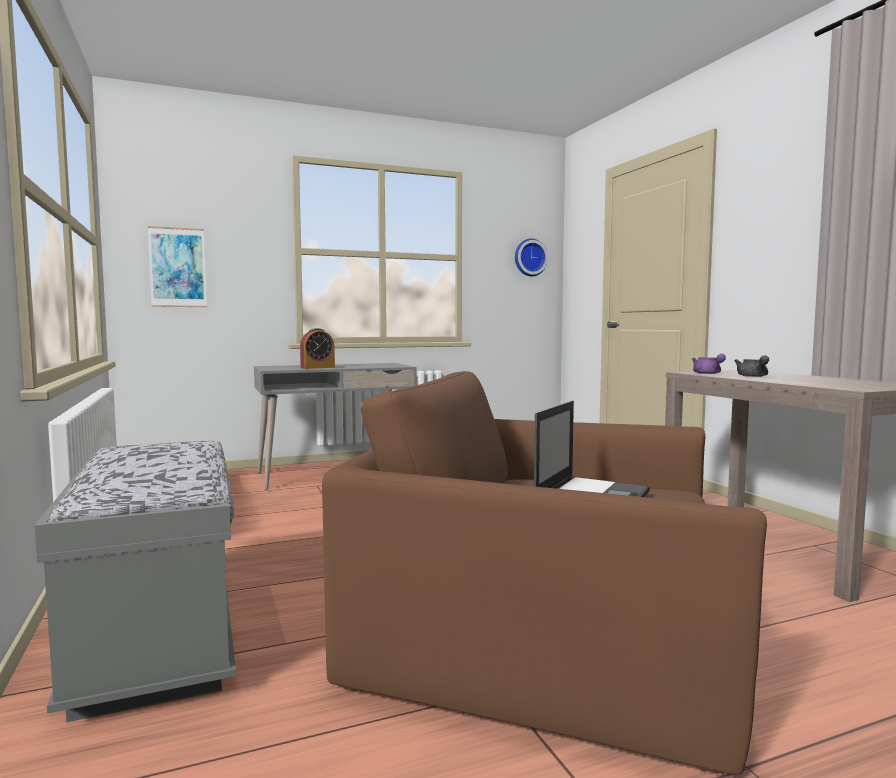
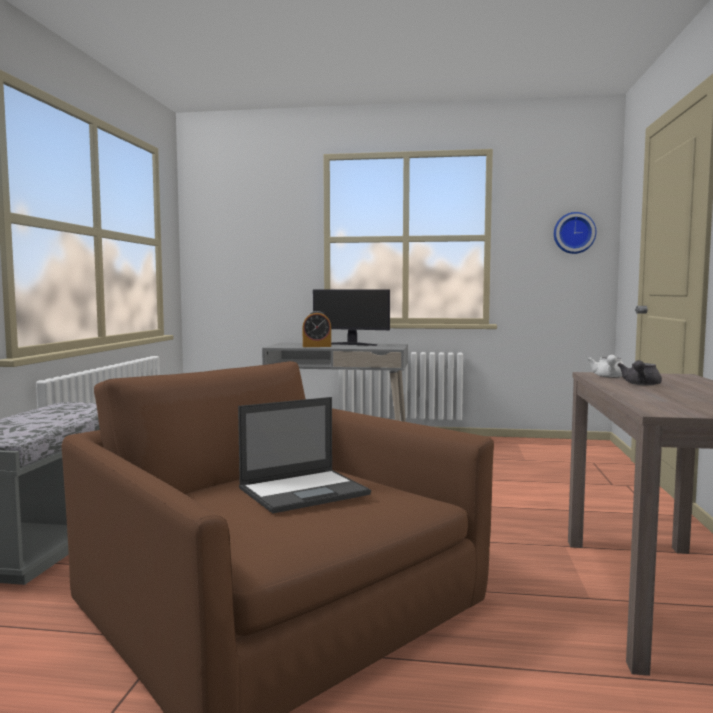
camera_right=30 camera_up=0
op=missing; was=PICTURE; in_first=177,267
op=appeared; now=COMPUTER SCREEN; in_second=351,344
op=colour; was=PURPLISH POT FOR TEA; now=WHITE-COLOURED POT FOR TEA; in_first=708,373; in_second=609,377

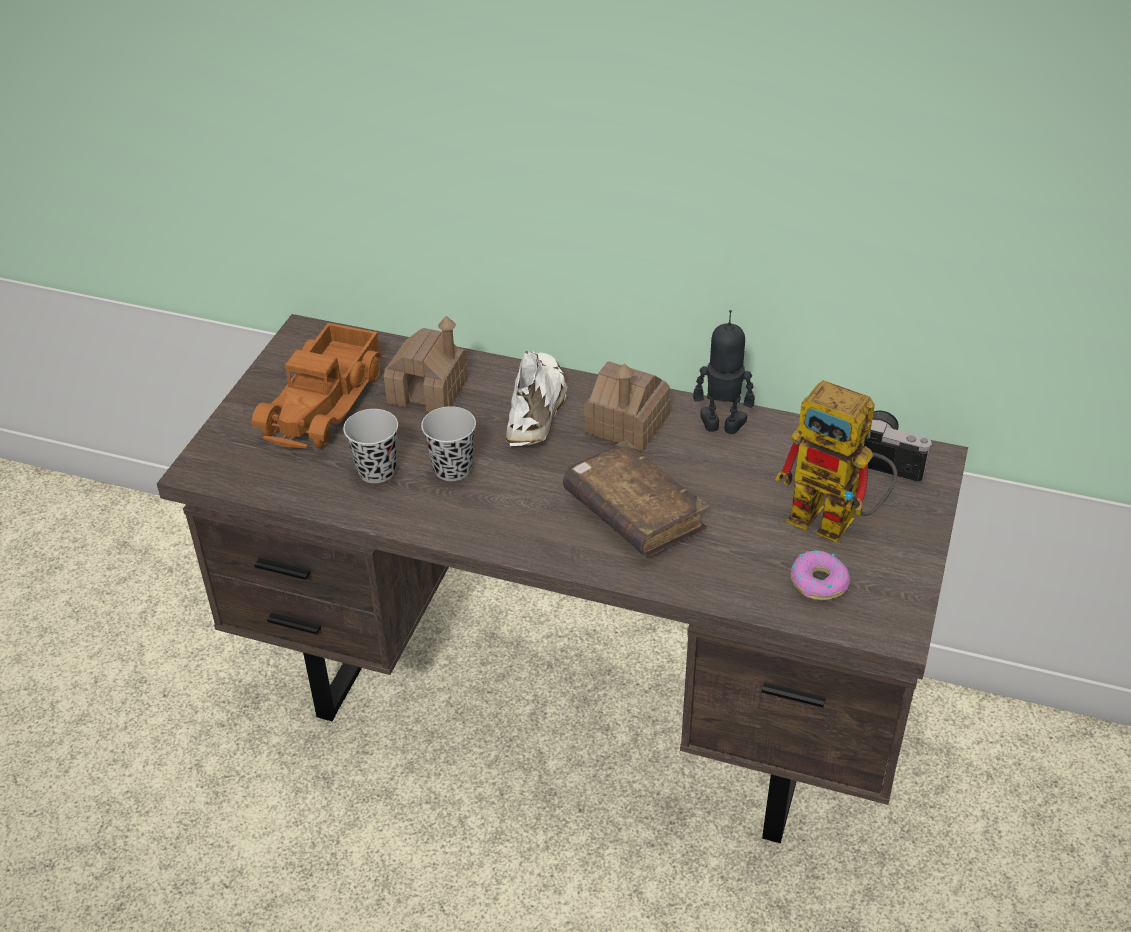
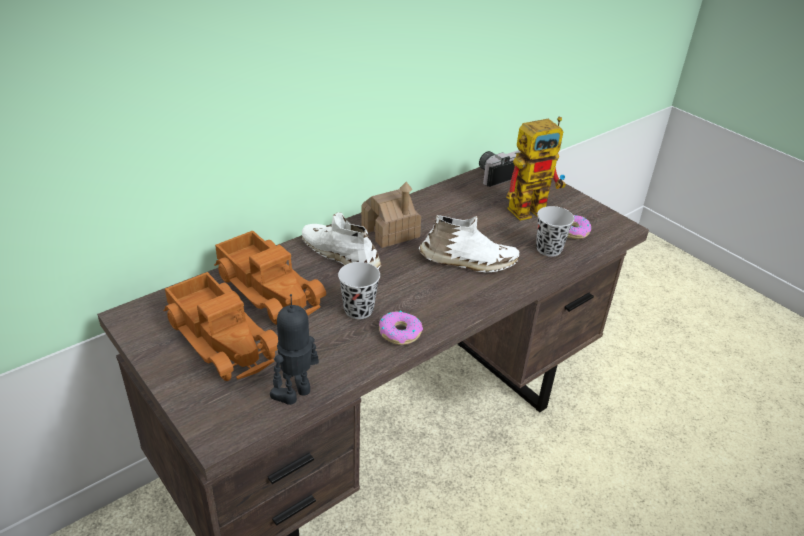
camera_right=-60 camera_up=-5
op=appeared; now=DOUGHNUT; in_second=400,333
op=relocated; was=BLACKISH CUP; in_first=377,471; in_second=548,249
op=relocated; was=ROBOT FIGURE; in_first=721,427; in_second=296,394
op=exchanged; was=MODEL HOUSE; now=MODEL TRUCK; in_first=428,391; in_second=270,288
op=exchanged; was=BROWNISH BOOK; now=WHITE-COLOURED SHOE; in_first=634,513; in_second=468,261

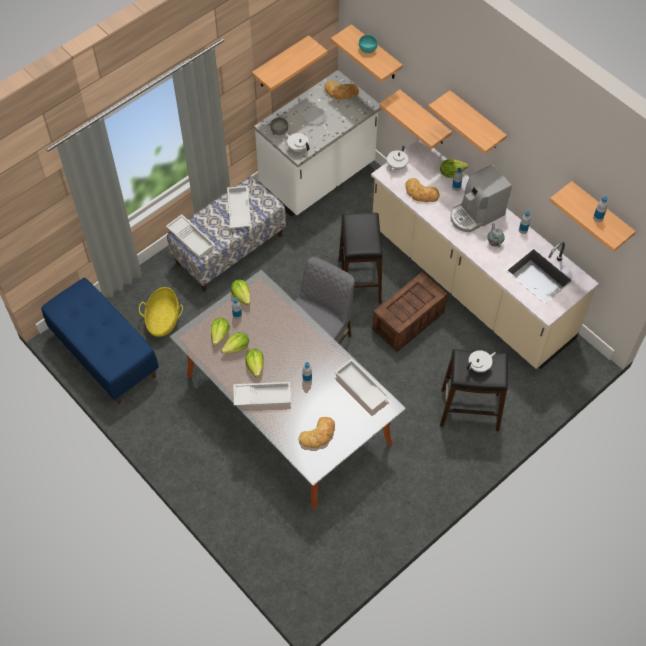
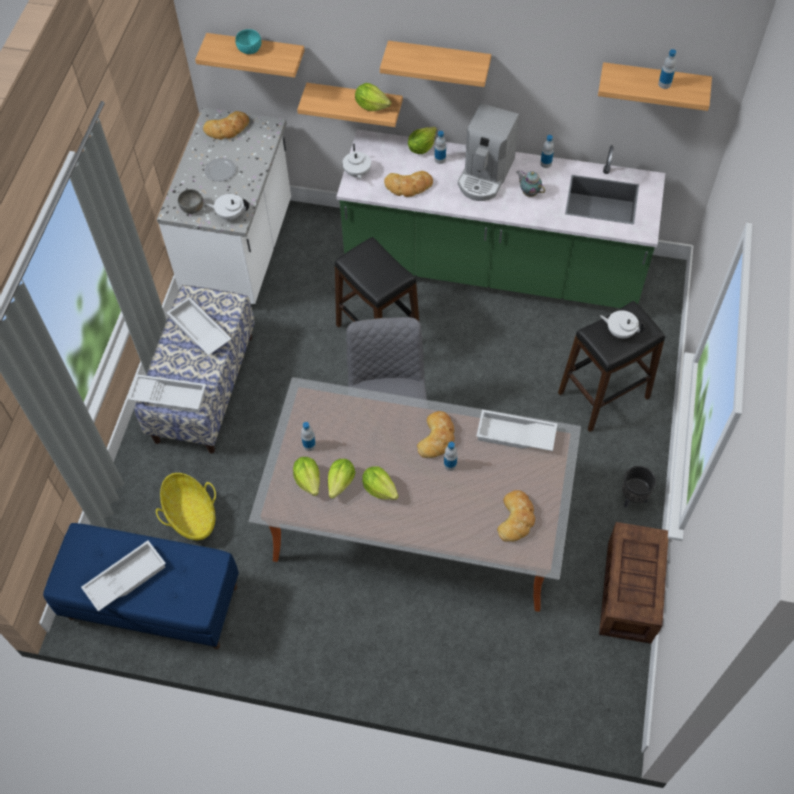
camera_right=-35 camera_up=0
op=missing; was=SHELF; in_first=280,63
op=appeared; now=BAKED BREAD; in_second=437,437
op=appeared; now=BLACKISH PLANTER; in_second=632,498
op=relocated; was=LETTUCE; in_first=241,296; in_second=371,105
op=relocated; was=WHITE-COLOURED CARRYING TRAY; in_first=263,396; in_second=126,577
op=relocated; was=SHIPPING CRATE; in_first=409,320; in_second=629,590
op=colour; was=SAND-COLOURED KITCHEN BASE UNIT; now=GREENISH KITCHEN BASE UNIT; in_first=470,284; in_second=493,268
op=spun; was=WHITE-COLOURED POT FOR TEA; in_first=479,366; in_second=620,331; clockwise=-90

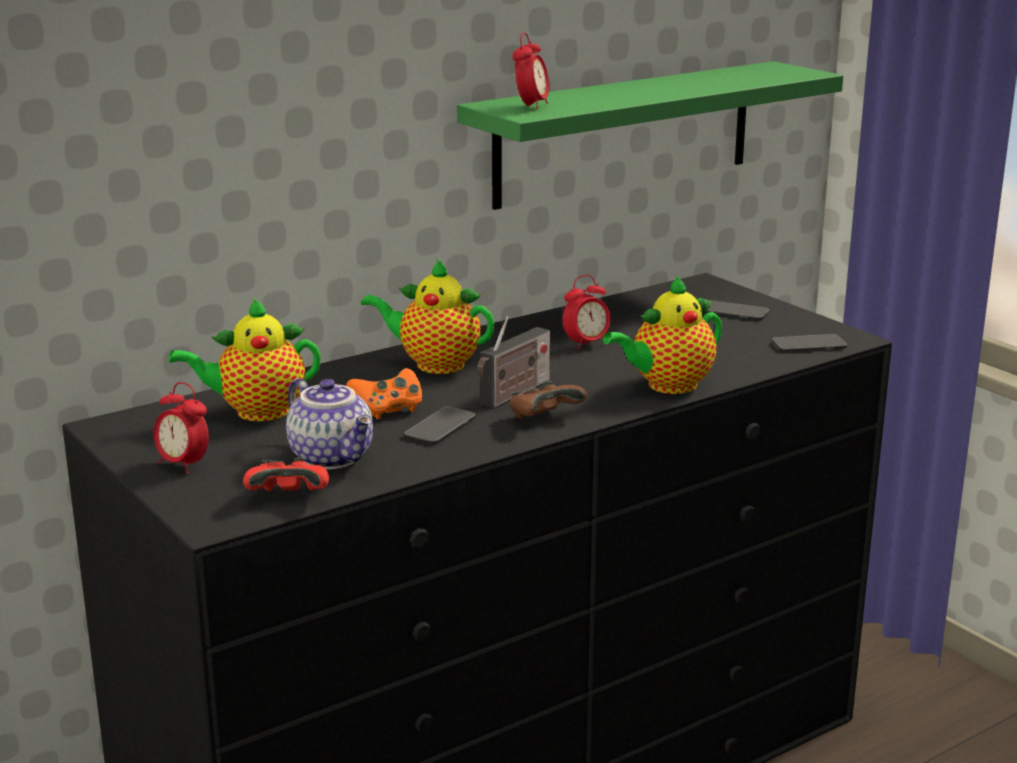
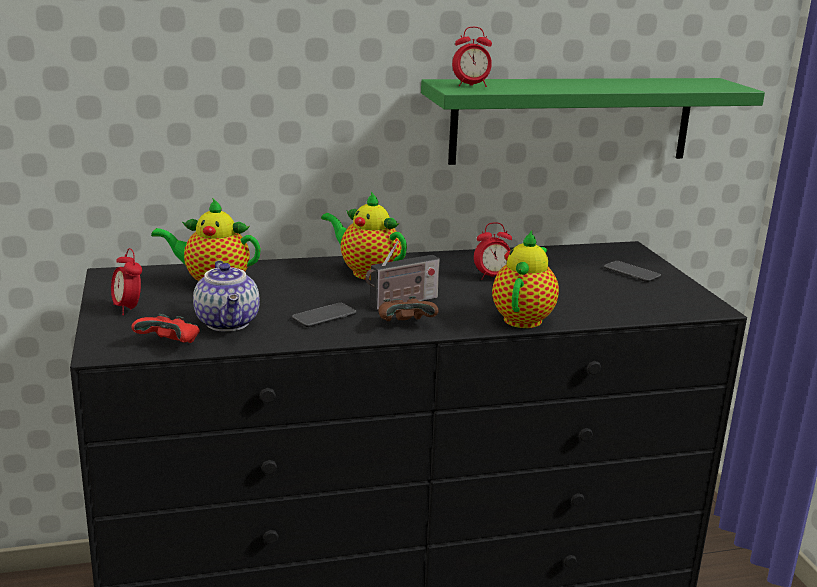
camera_right=20 camera_up=0
op=missing; was=ORANGE-COLOURED GAME CONTROLLER; in_first=388,409
op=missing; was=TELEPHONE; in_first=809,345
op=spun; was=BEDSIDE CLOCK; in_first=531,107; in_second=471,86; clockwise=45
op=spun; was=POT FOR TEA; in_first=667,386; in_second=524,318; clockwise=120

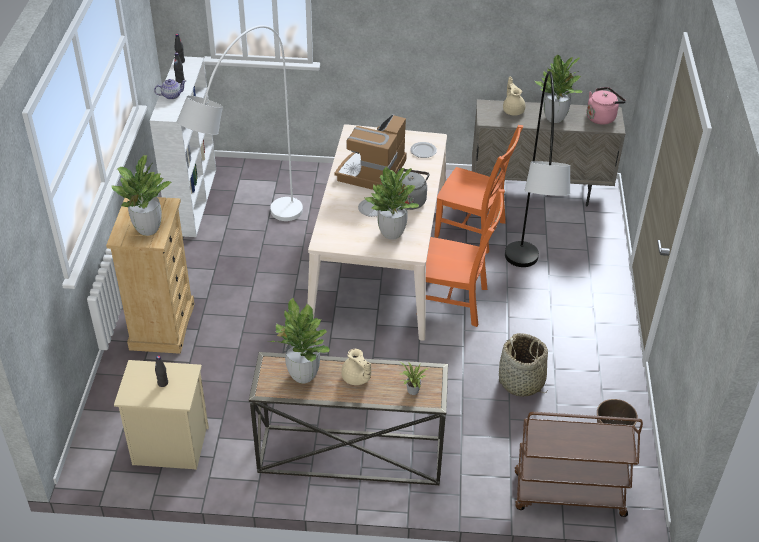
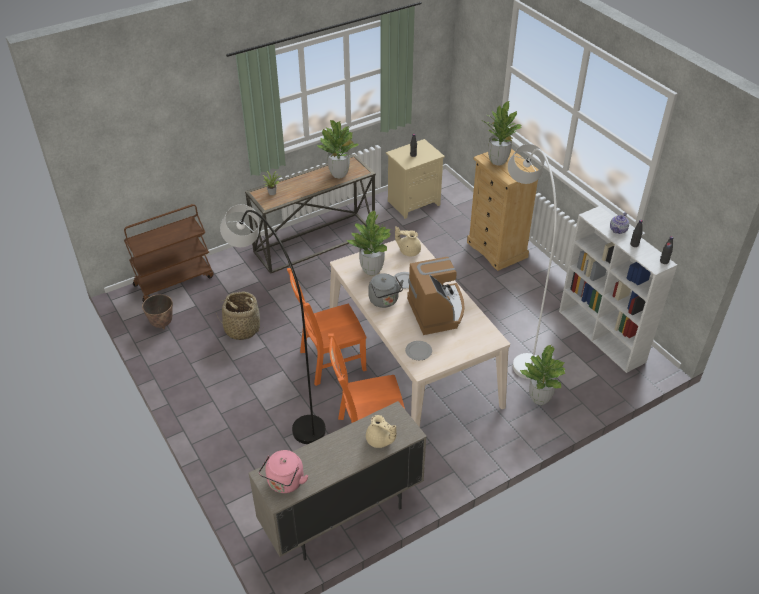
camera_right=145 camera_up=0
op=relocated; was=SAND-COLOURED POT FOR TEA; in_first=356,378; in_second=409,251
op=relocated; was=HOUSEPLANT; in_first=554,118; in_second=539,399

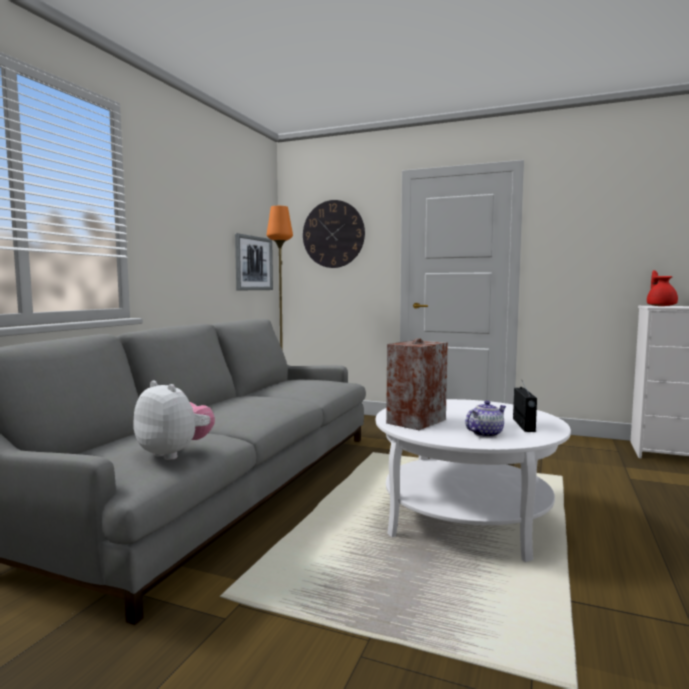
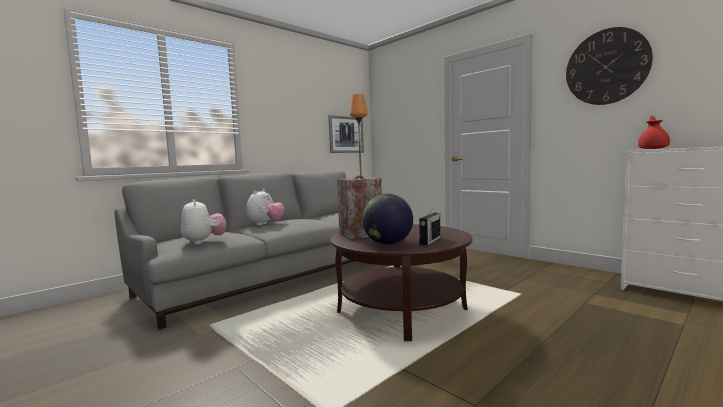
camera_right=25 camera_up=0
op=appeared; now=SOFT TOY; in_second=266,224
op=relocated; was=HANGING CLOCK; in_first=333,234; in_second=606,67
op=exchanged; was=POT FOR TEA; now=GLOBE; in_first=485,434; in_second=387,243
op=colour; was=WHITE-COLOURED COFFEE TABLE; now=BROWNISH COFFEE TABLE; in_first=466,519; in_second=401,310

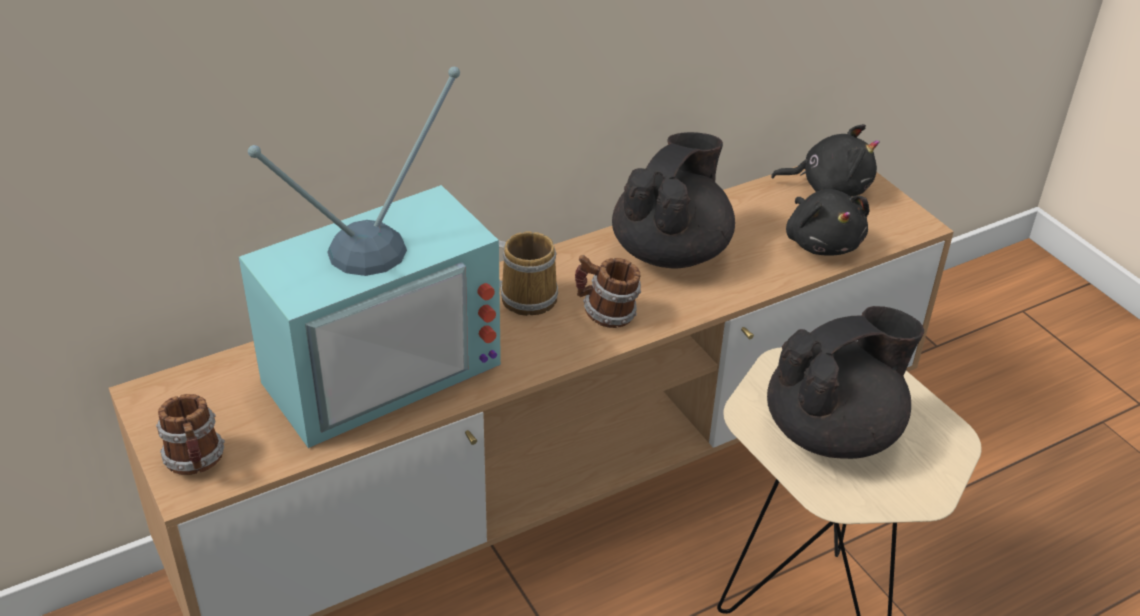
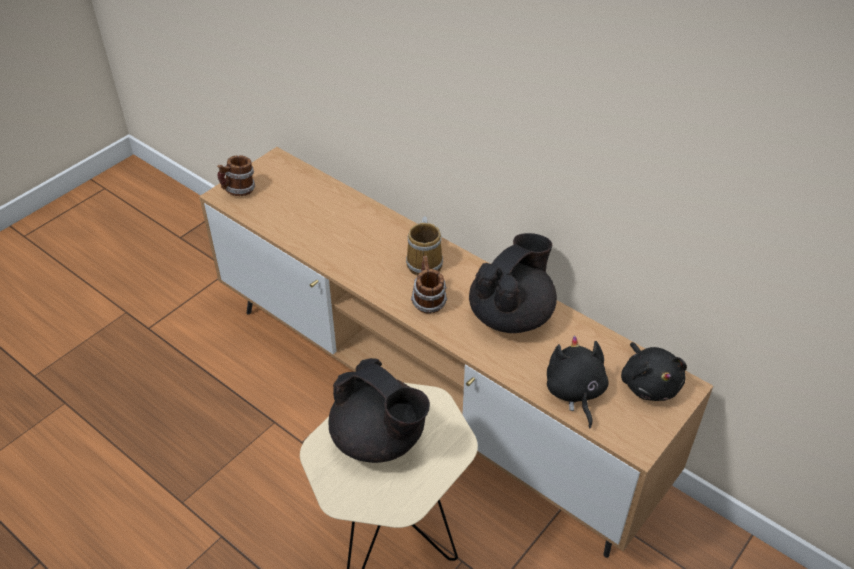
camera_right=70 camera_up=5
op=missing; was=TV; in_first=379,365
op=spun; was=BLACKISH POT FOR TEA; in_first=671,251; in_second=511,315; clockwise=-60
op=spun; was=BLACKISH SOFT TOY; in_first=822,242; in_second=575,392; clockwise=120

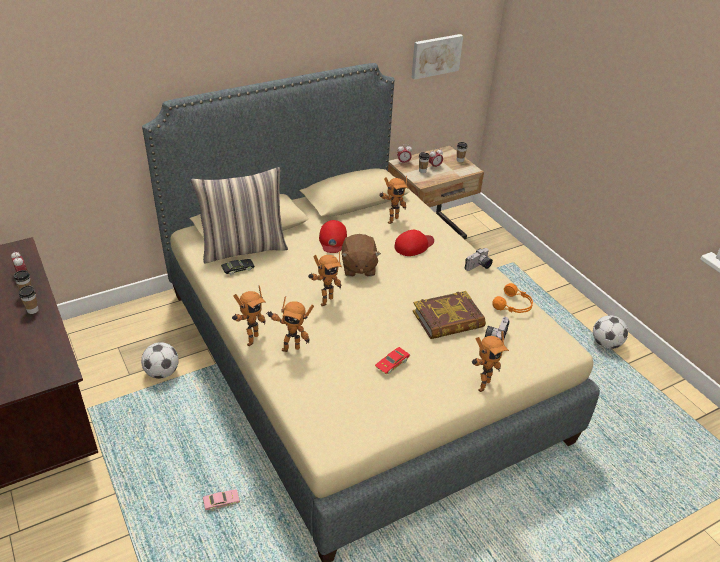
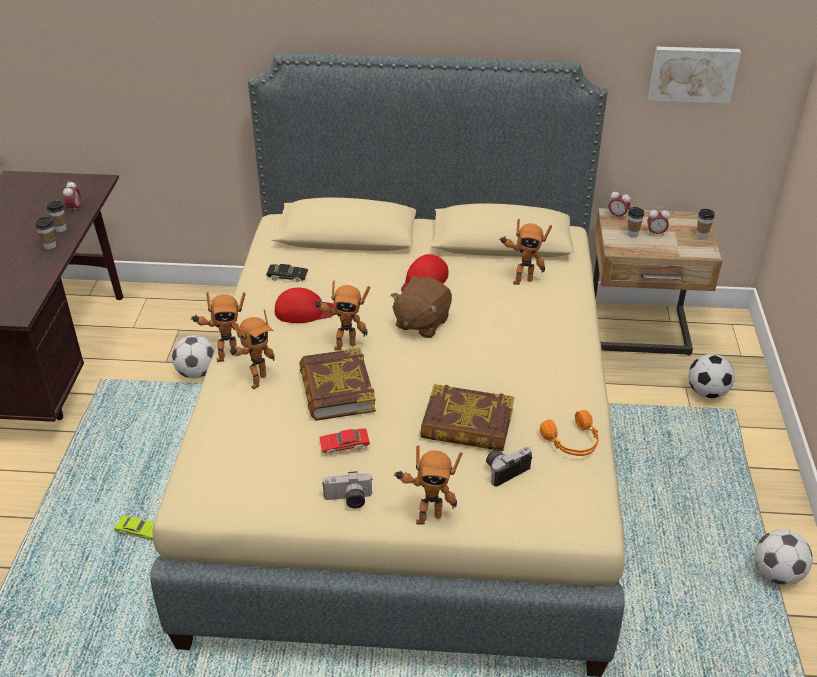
camera_right=35 camera_up=0
op=missing; was=CUSHION; in_first=244,248
op=appeared; now=BOOK; in_second=336,390
op=appeared; now=BALL FOR FOOTBALL; in_second=707,392
op=relocated; was=RED-COLOURED BASEBALL CAP; in_first=414,245; in_second=305,311
op=relocated; was=STILL CAMERA; in_first=479,267; in_second=348,500
op=colour; was=PINK MINIATURE CAR; now=GREENISH MINIATURE CAR; in_first=221,502; in_second=138,531
op=spun; was=ROBOT FIGURE; in_first=290,347; in_second=256,381; clockwise=-90

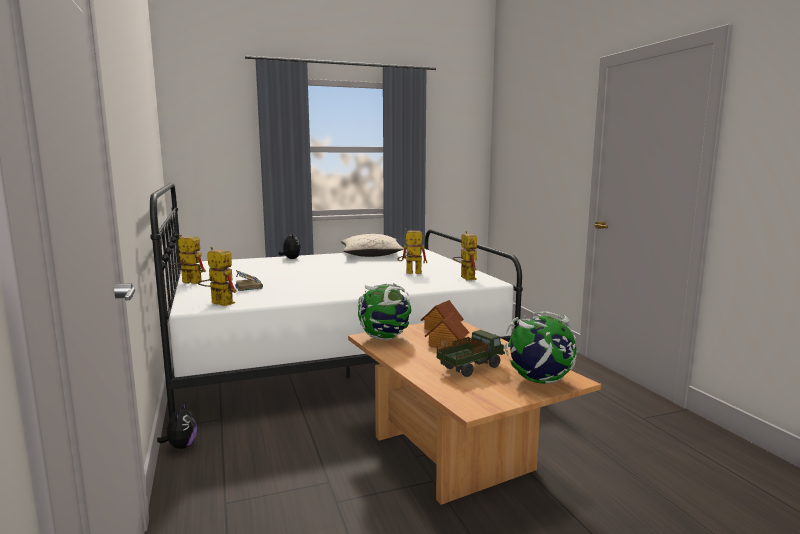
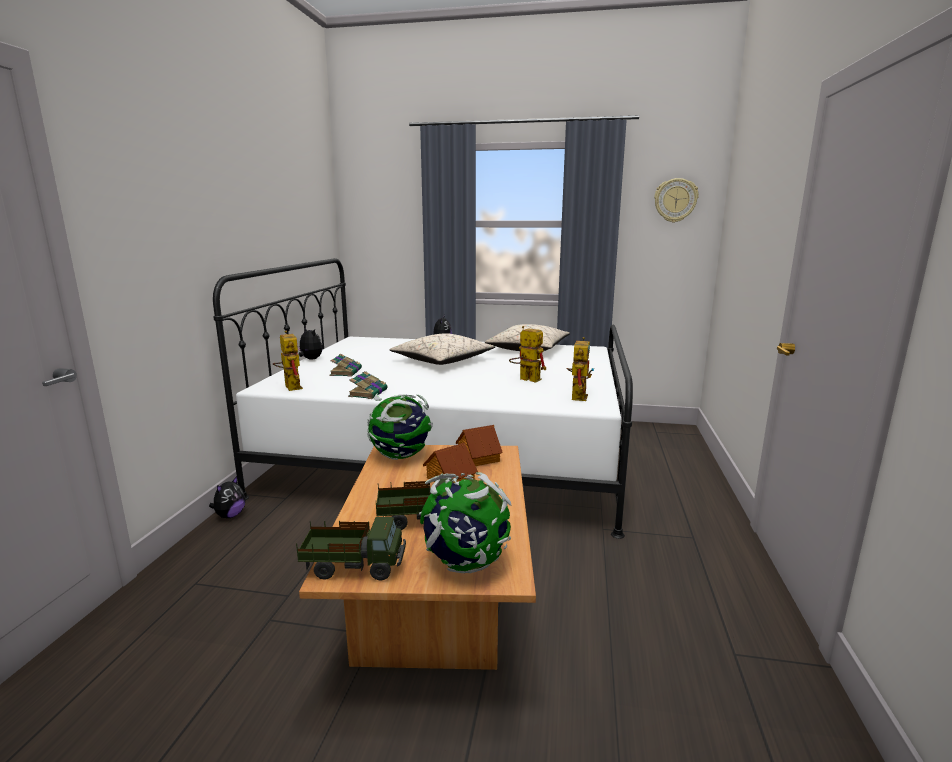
camera_right=30 camera_up=5
op=appeared; now=MODEL TRUCK; in_second=353,567
op=appeared; now=BOOK; in_second=368,393
op=appeared; now=SAND-COLOURED CUSHION; in_second=442,361
op=appeared; now=HANGING CLOCK; in_second=675,200
op=exchanged; was=ROBOT FIGURE; now=SOFT TOY; in_first=187,282; in_second=310,359

